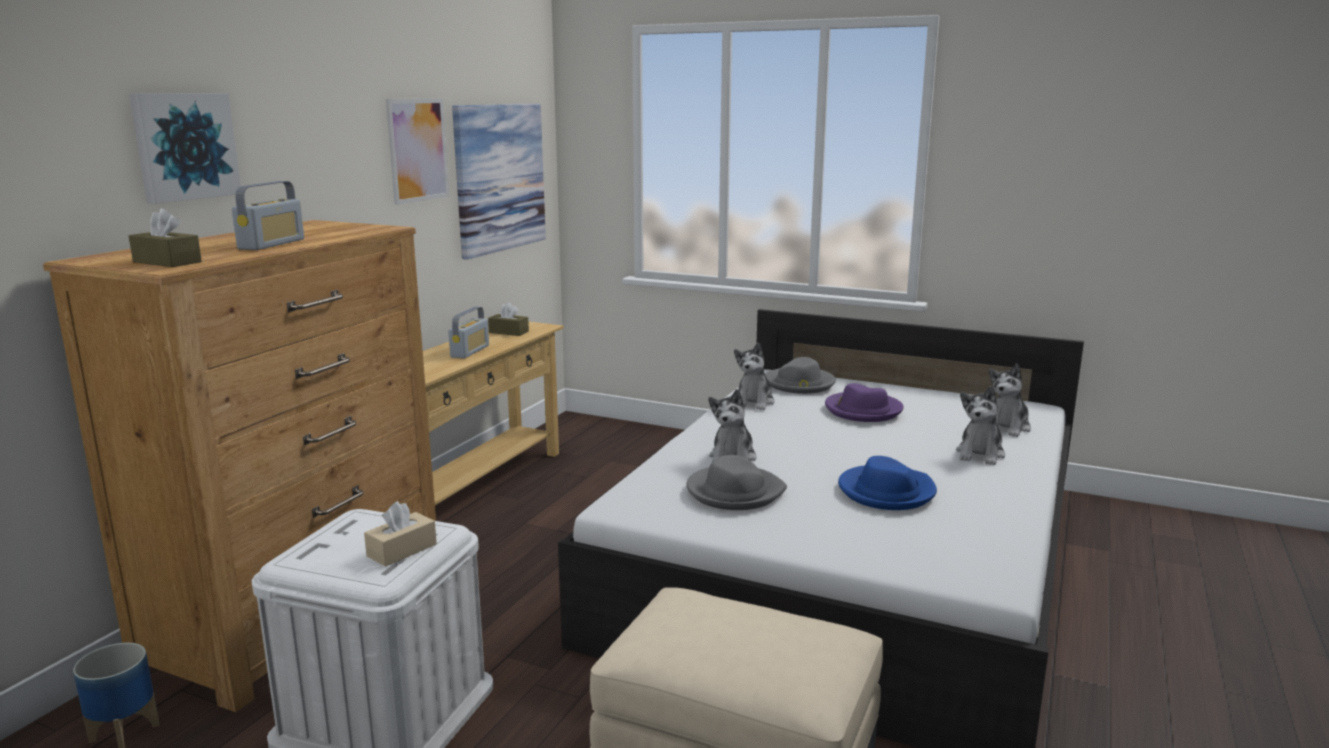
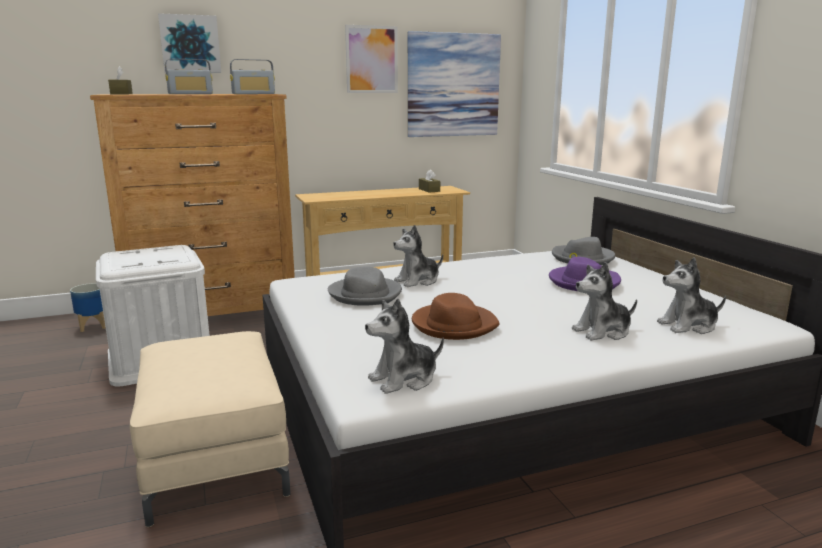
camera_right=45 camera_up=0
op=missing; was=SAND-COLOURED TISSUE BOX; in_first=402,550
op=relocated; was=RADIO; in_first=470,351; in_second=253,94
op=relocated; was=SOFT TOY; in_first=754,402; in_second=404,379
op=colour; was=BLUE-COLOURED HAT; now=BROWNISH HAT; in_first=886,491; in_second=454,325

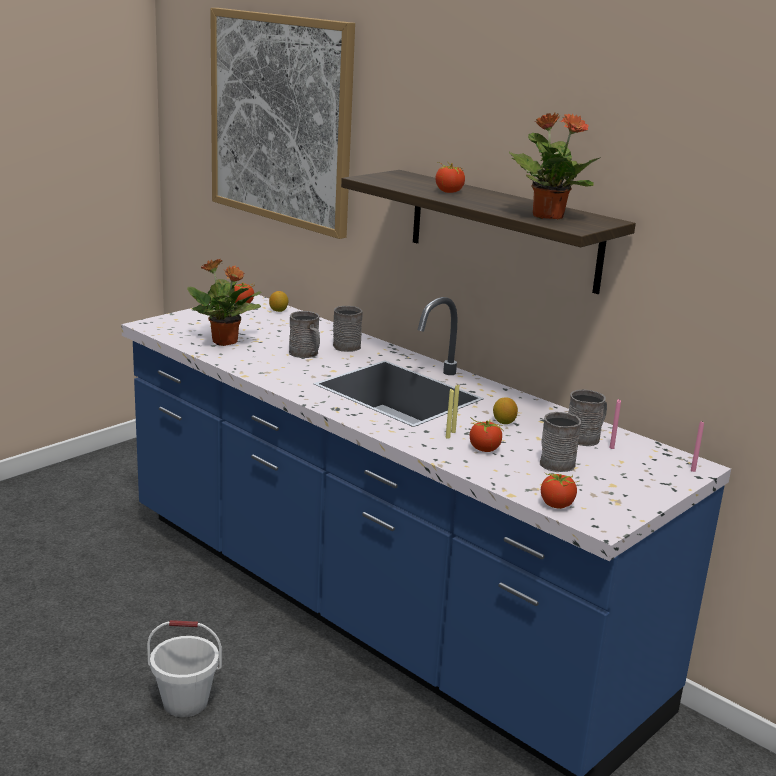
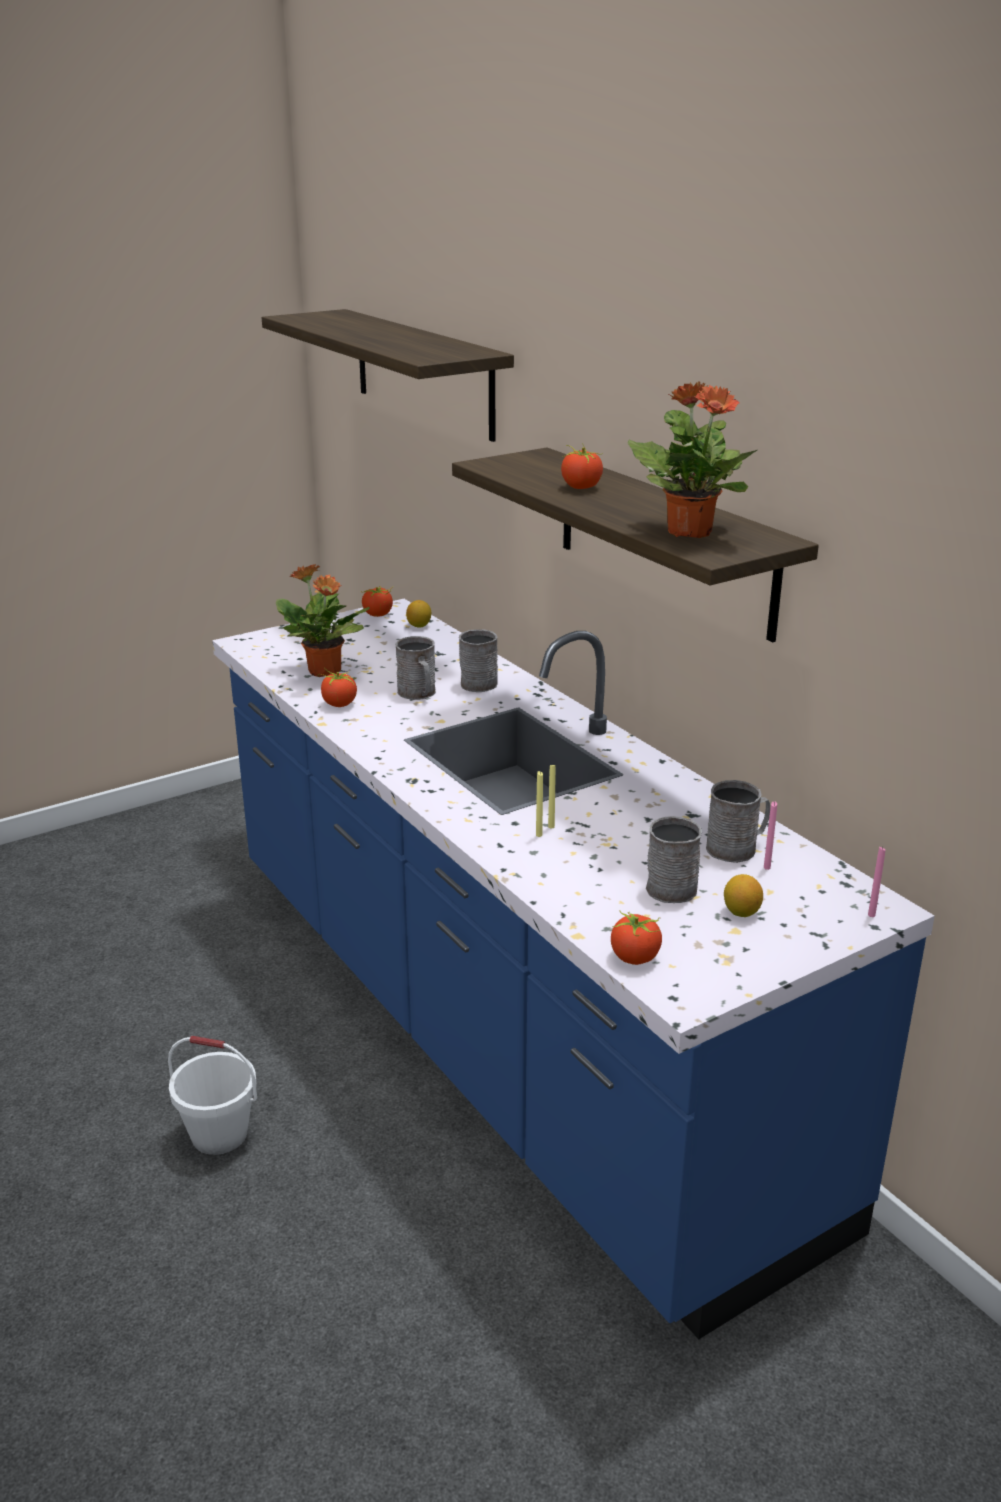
camera_right=15 camera_up=5
op=relocated; was=FRESH TOMATO; in_first=484,449; in_second=339,704
op=relocated; was=WHOLE LEMON; in_first=503,422; in_second=741,912
op=exchanged; was=PICTURE; now=SHELF; in_first=280,120; in_second=423,372

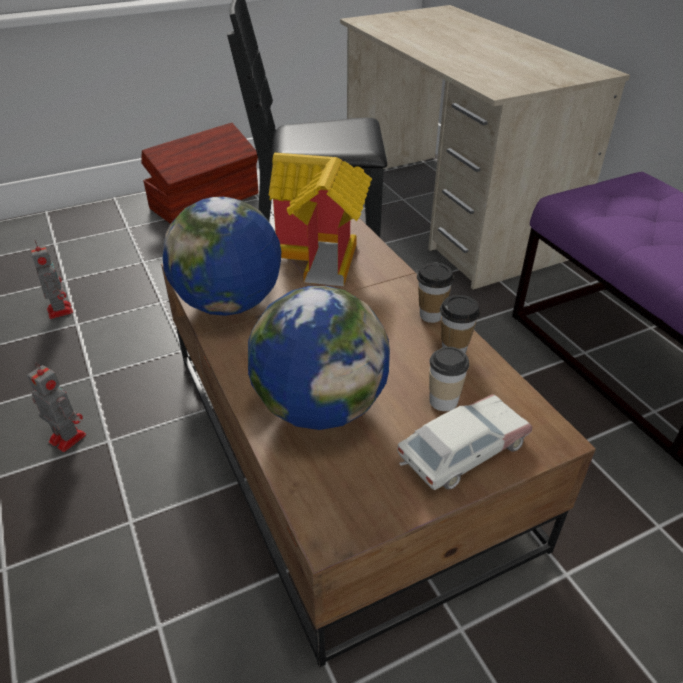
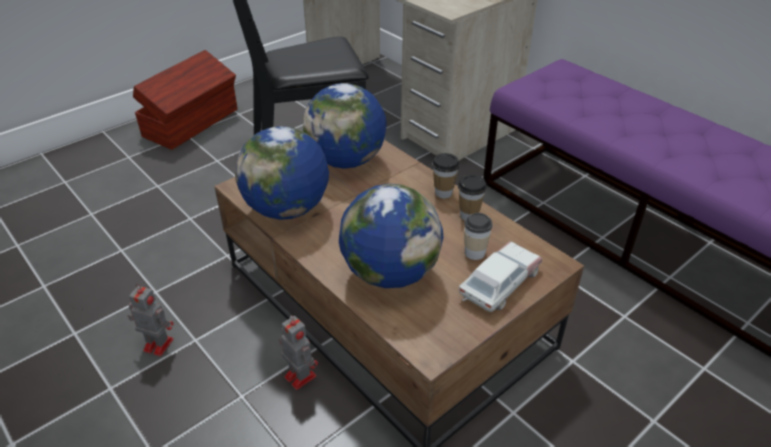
camera_right=-15 camera_up=0
op=relocated; was=ROBOT FIGURE; in_first=60,310; in_second=299,375
op=exchanged; was=MODEL HOUSE; now=GLOBE; in_first=325,258; in_second=346,161

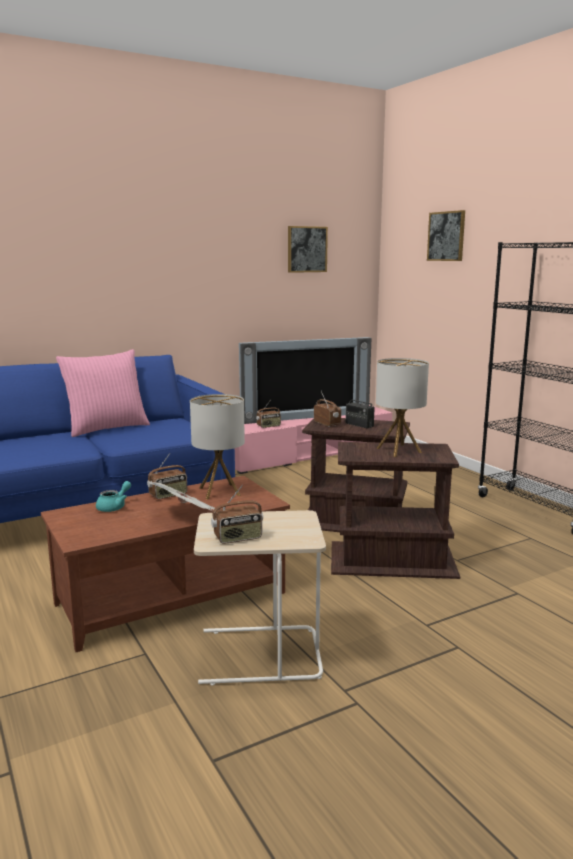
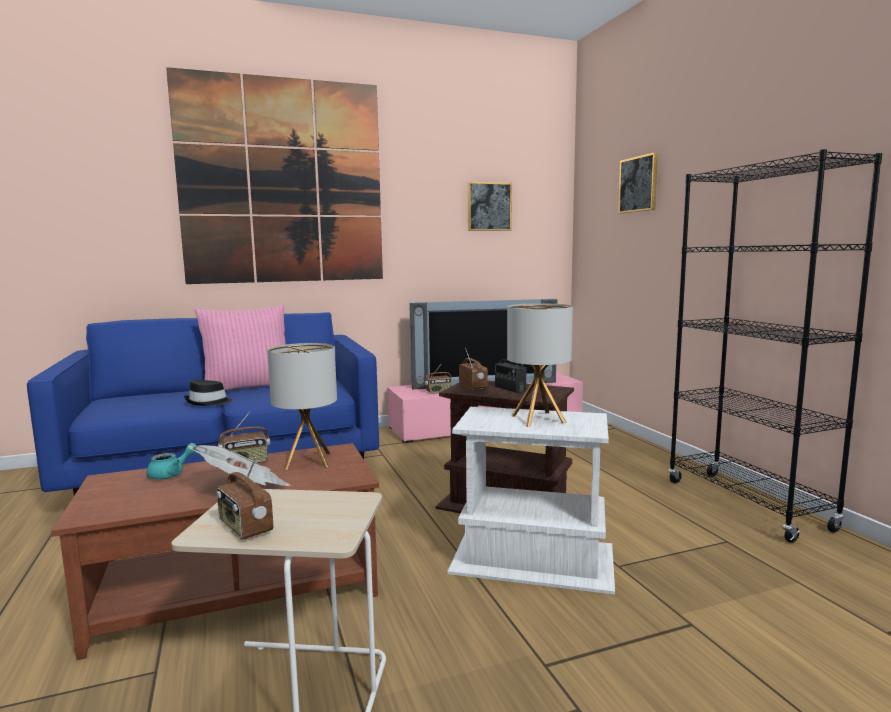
camera_right=10 camera_up=-5
op=appeared; now=PICTURE; in_second=283,182
op=appeared; now=BLACKISH HAT; in_second=208,402
op=colour; was=BROWNISH ACCENT TABLE; now=WHITE-COLOURED ACCENT TABLE; in_first=393,560; in_second=534,559
op=spun; was=RADIO; in_first=238,538; in_second=245,528; clockwise=60

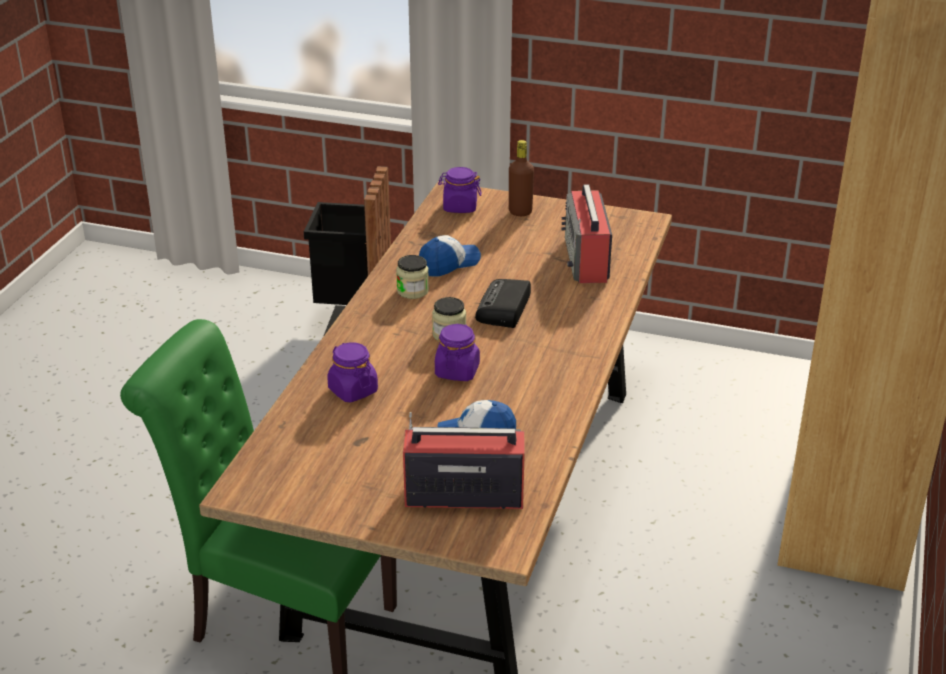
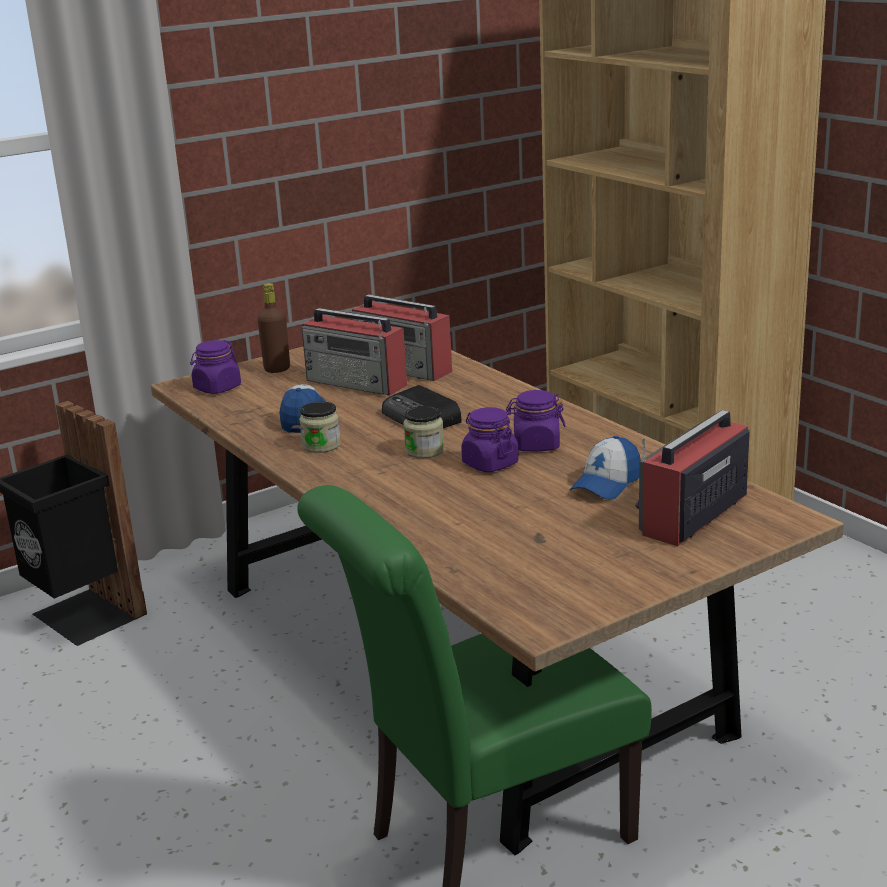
camera_right=-50 camera_up=-10
op=appeared; now=RADIO; in_second=357,383
op=relocated; was=PURPLISH STORAGE JAR; in_first=352,390; in_second=536,445

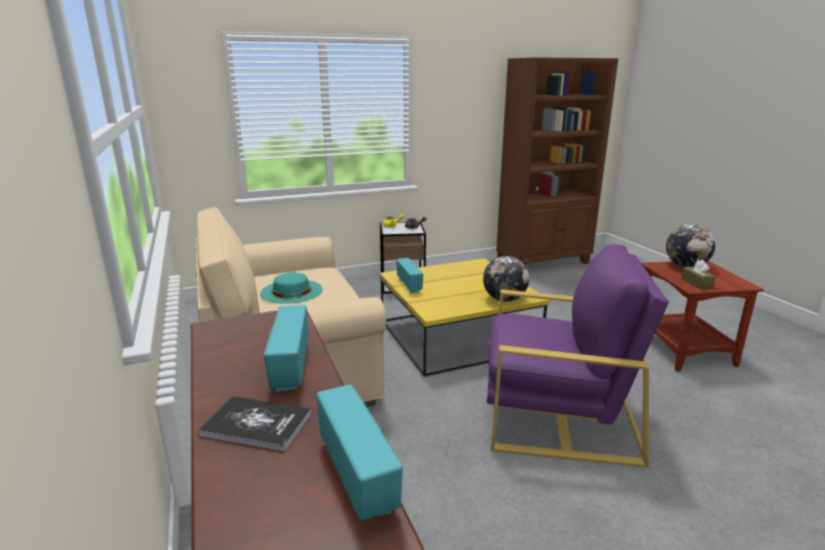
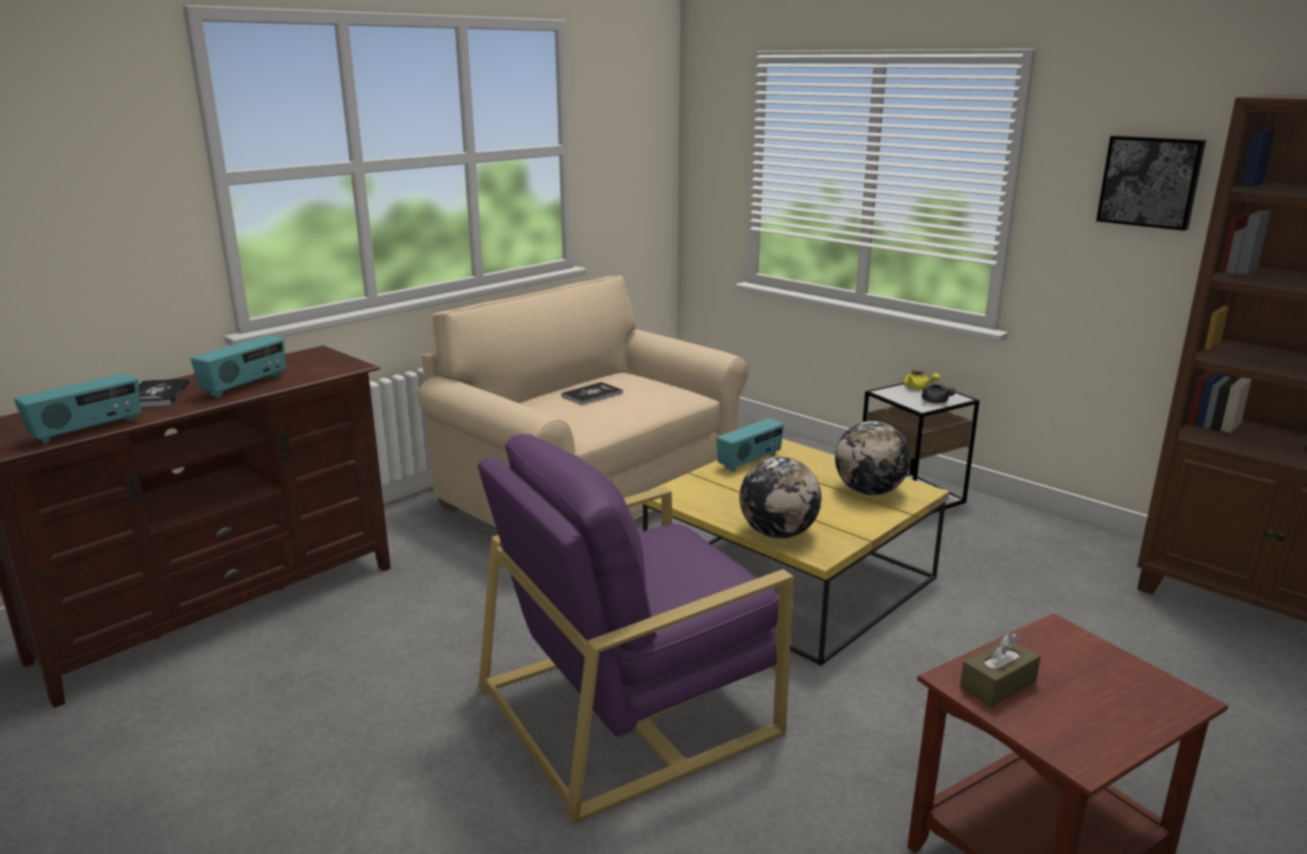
camera_right=65 camera_up=0
op=appeared; now=PICTURE; in_second=1150,181
op=relocated; was=GLOBE; in_first=686,266; in_second=869,491
op=exchanged; was=TURQUOISE HAT; now=BOOK; in_first=291,291; in_second=592,395
op=spun; was=RADIO; in_first=290,367; in_second=245,386; clockwise=150
op=spun; was=PURPLISH EASY CHAIR; in_first=558,414; in_second=630,707; clockwise=75

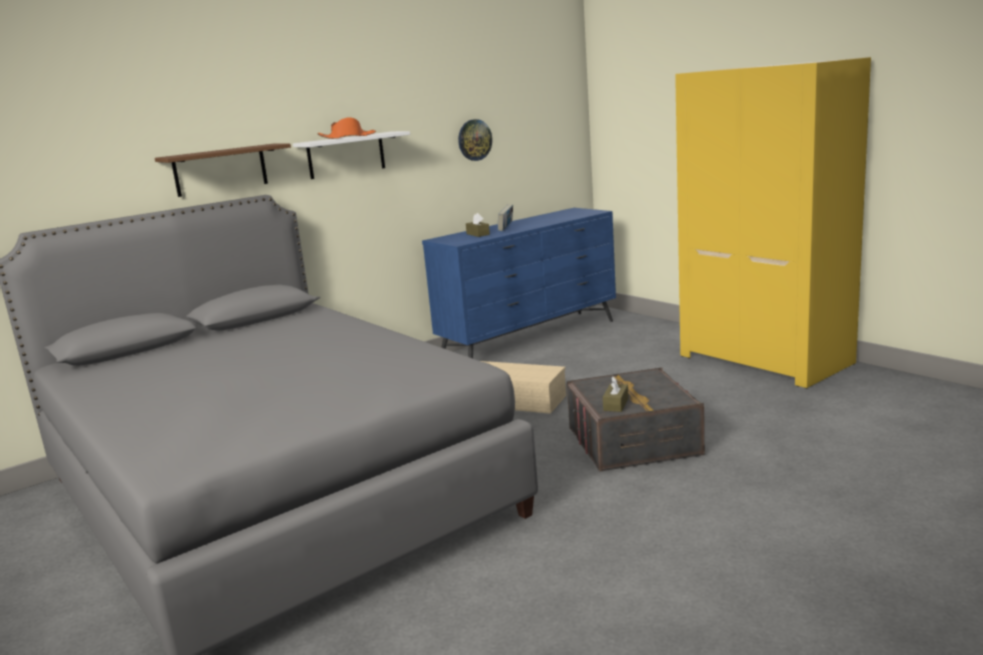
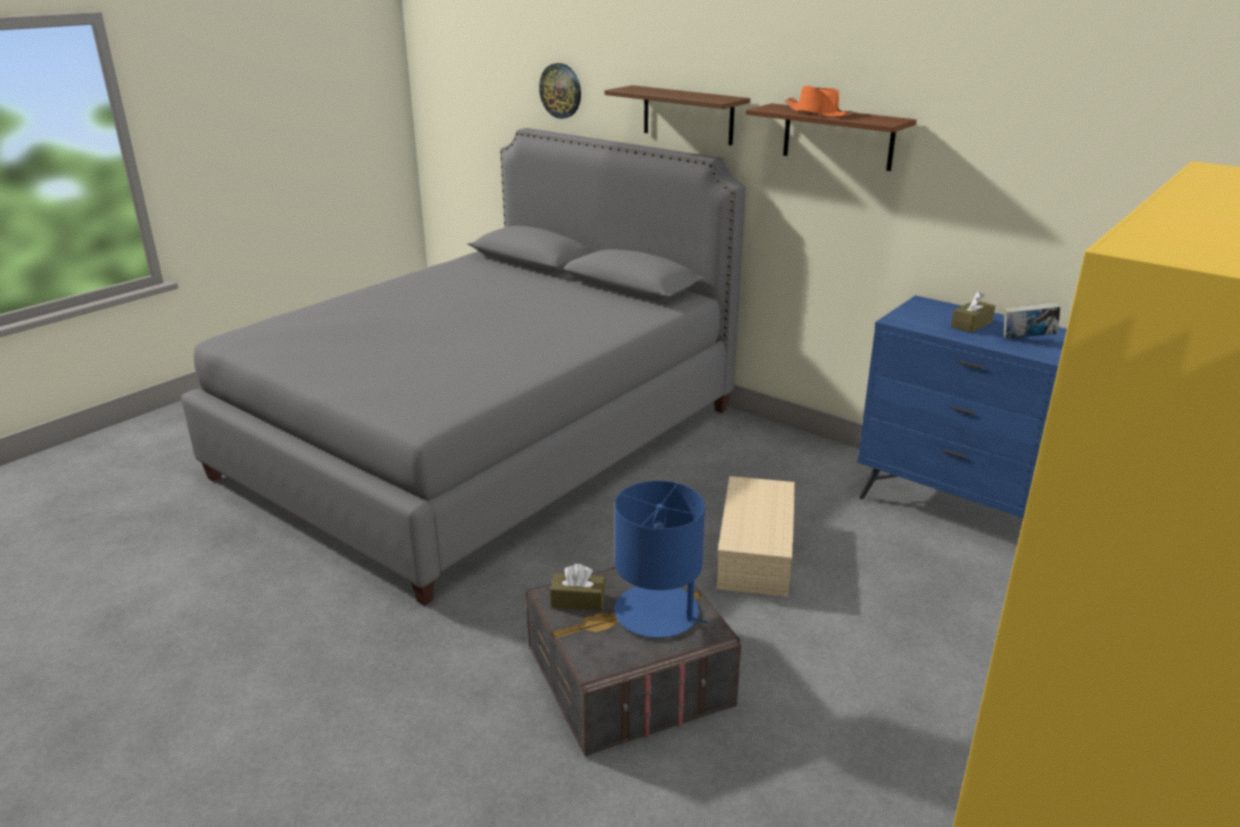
camera_right=75 camera_up=10
op=appeared; now=BLUE-COLOURED LAMP FOR A TABLE; in_second=657,613
op=relocated; was=HANGING CLOCK; in_first=474,140; in_second=561,90
op=colour; was=WHITE-COLOURED SHELF; now=BROWNISH SHELF; in_first=346,155; in_second=838,137

